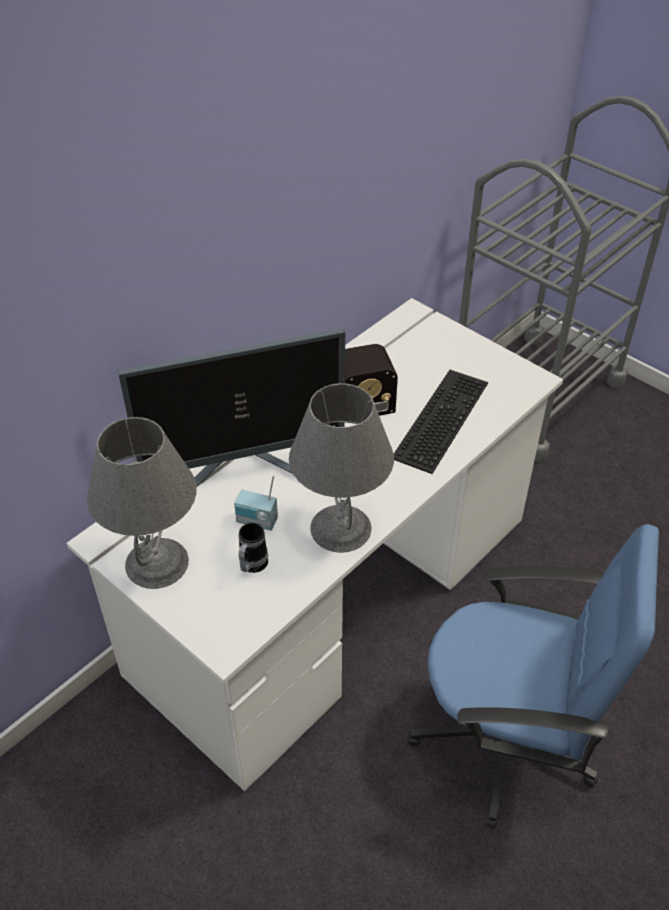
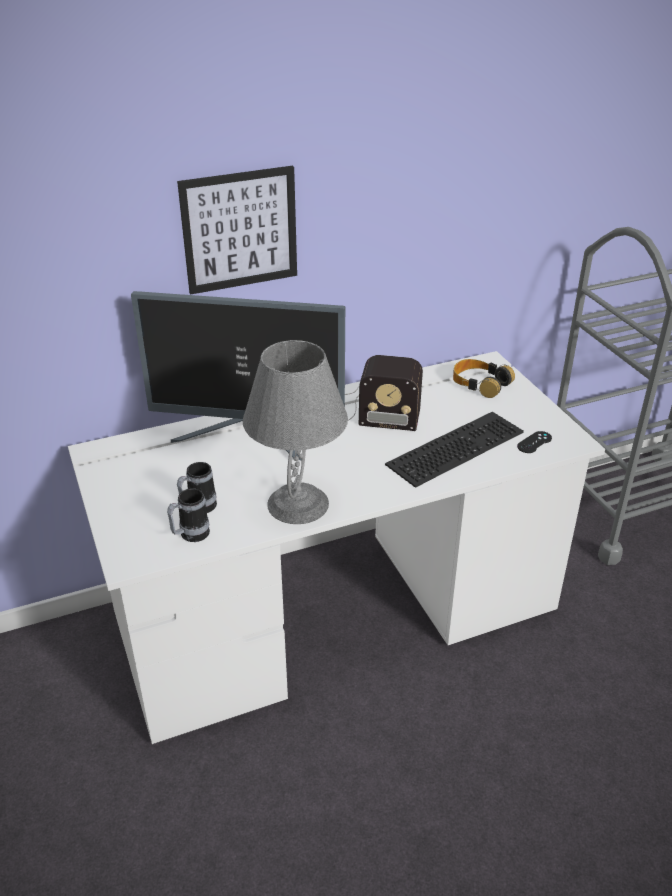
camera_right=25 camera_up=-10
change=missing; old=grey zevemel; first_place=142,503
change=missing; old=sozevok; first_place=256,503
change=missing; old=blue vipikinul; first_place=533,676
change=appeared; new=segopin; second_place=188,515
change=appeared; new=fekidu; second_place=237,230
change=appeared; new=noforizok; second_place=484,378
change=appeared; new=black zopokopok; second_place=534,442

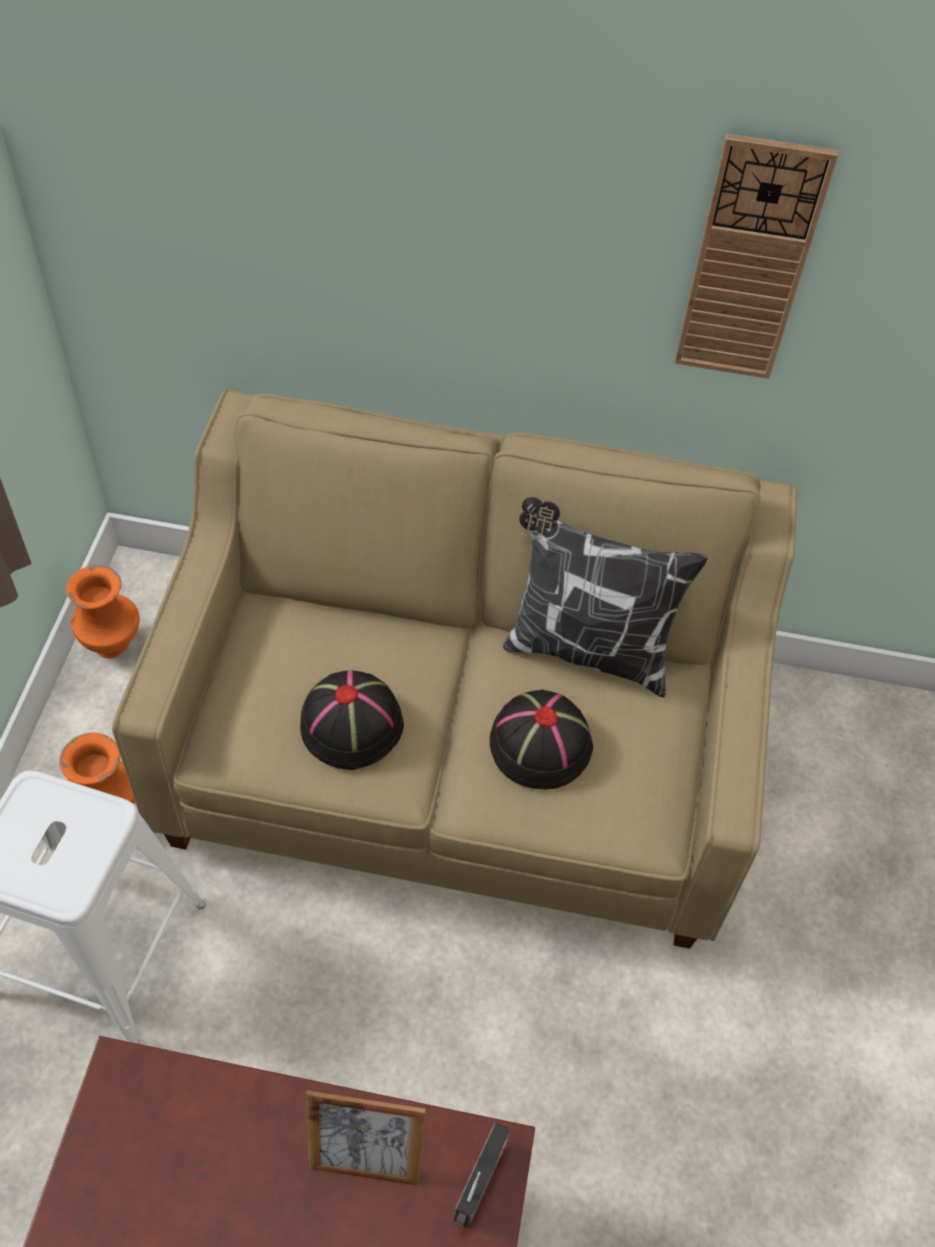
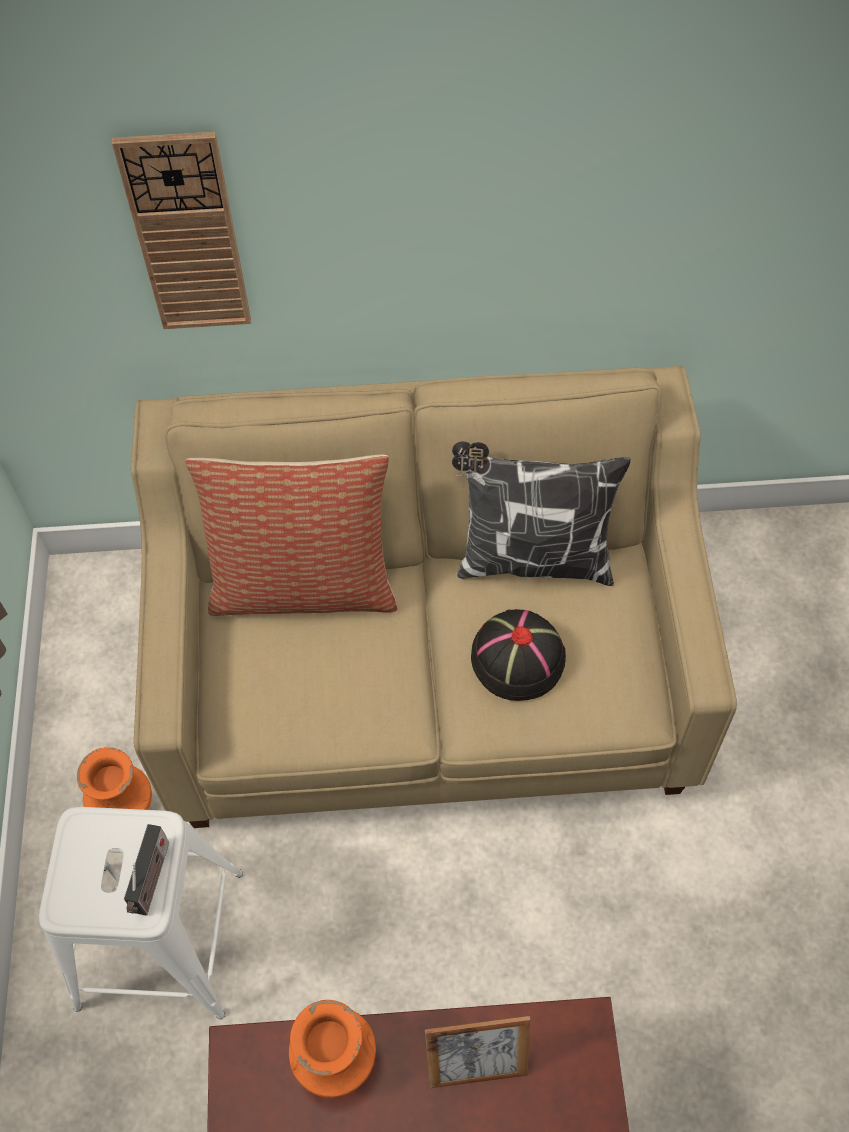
camera_right=-10 camera_up=5
change=relocated; old=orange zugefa; first_place=102,611; second_place=332,1049
change=missing; old=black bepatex; first_place=352,720
change=relocated; old=sozevok; first_place=482,1175; second_place=146,869
change=relocated; old=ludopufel; first_place=757,256; second_place=181,230
change=appeared; new=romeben; second_place=291,535

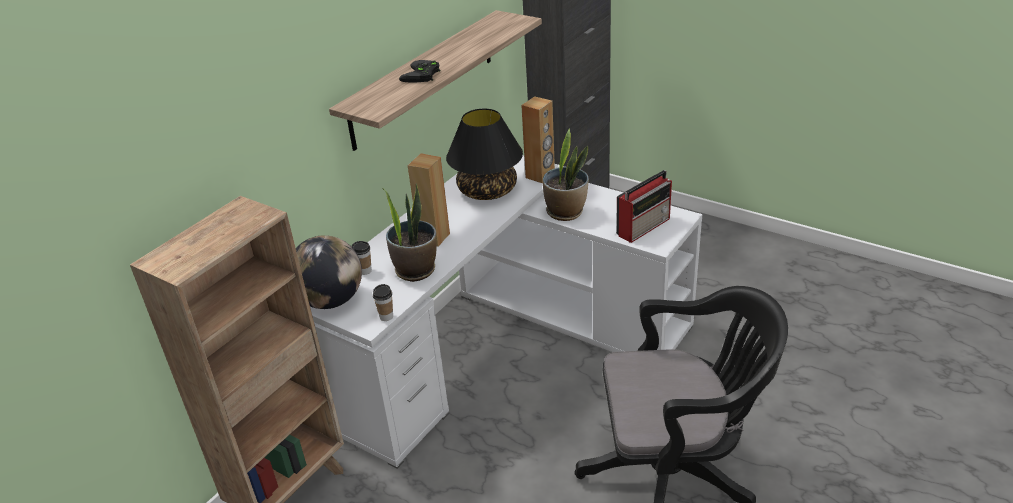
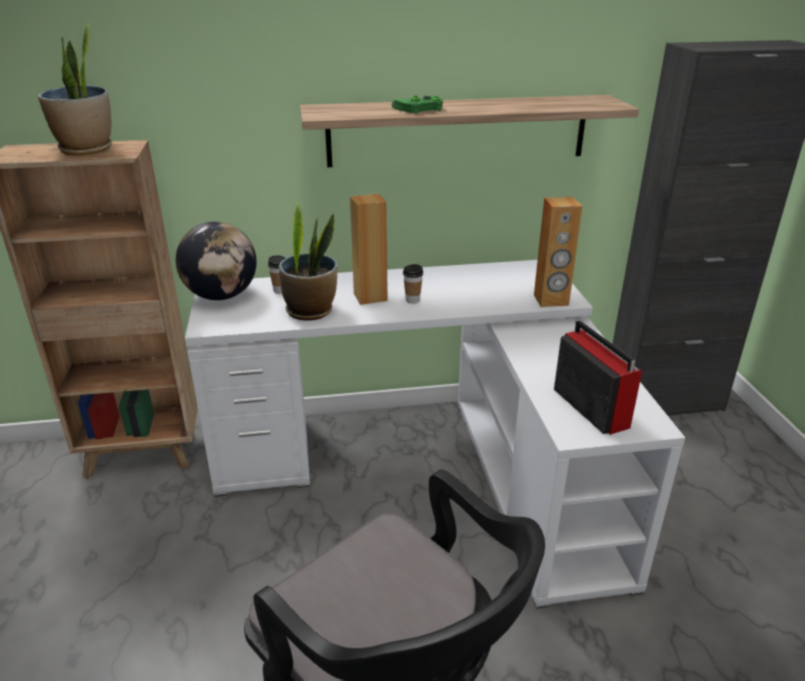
camera_right=45 camera_up=-5
change=relocated; old=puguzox; first_place=383,302; second_place=413,284
change=colour; old=black zopokopok; new=green zopokopok; first_place=419,71; second_place=417,104
change=missing; old=black zevemel; first_place=484,154
change=relocated; old=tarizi; first_place=566,175; second_place=75,89
change=spun; old=sozevok; first_place=644,206; second_place=598,377; degrees=-120

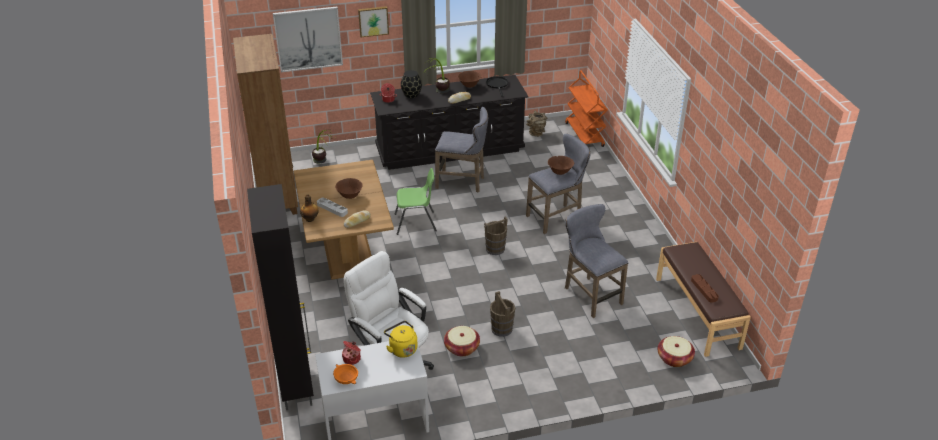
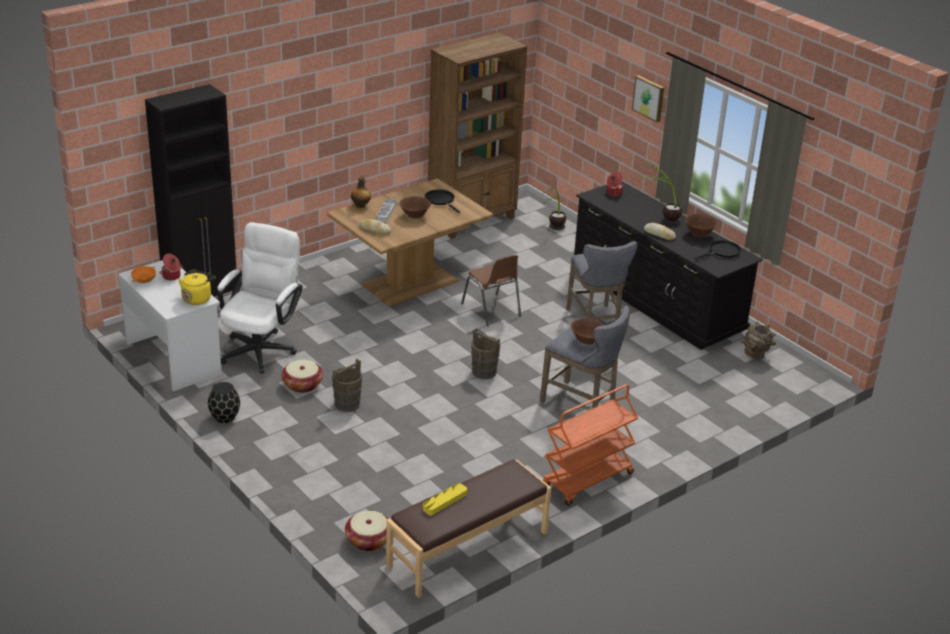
camera_right=65 camera_up=-5
change=missing; old=fekidu; first_place=308,39
change=colour; old=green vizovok; new=brown vizovok; first_place=416,201; second_place=491,290
change=relocated; old=black zugefa; first_place=411,84; second_place=224,402
change=relocated; old=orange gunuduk; first_place=586,109; second_place=590,444
change=missing; old=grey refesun; first_place=596,261
change=colour; old=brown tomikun; new=yellow tomikun; first_place=705,288; second_place=445,499
change=appeared; new=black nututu; second_place=442,201

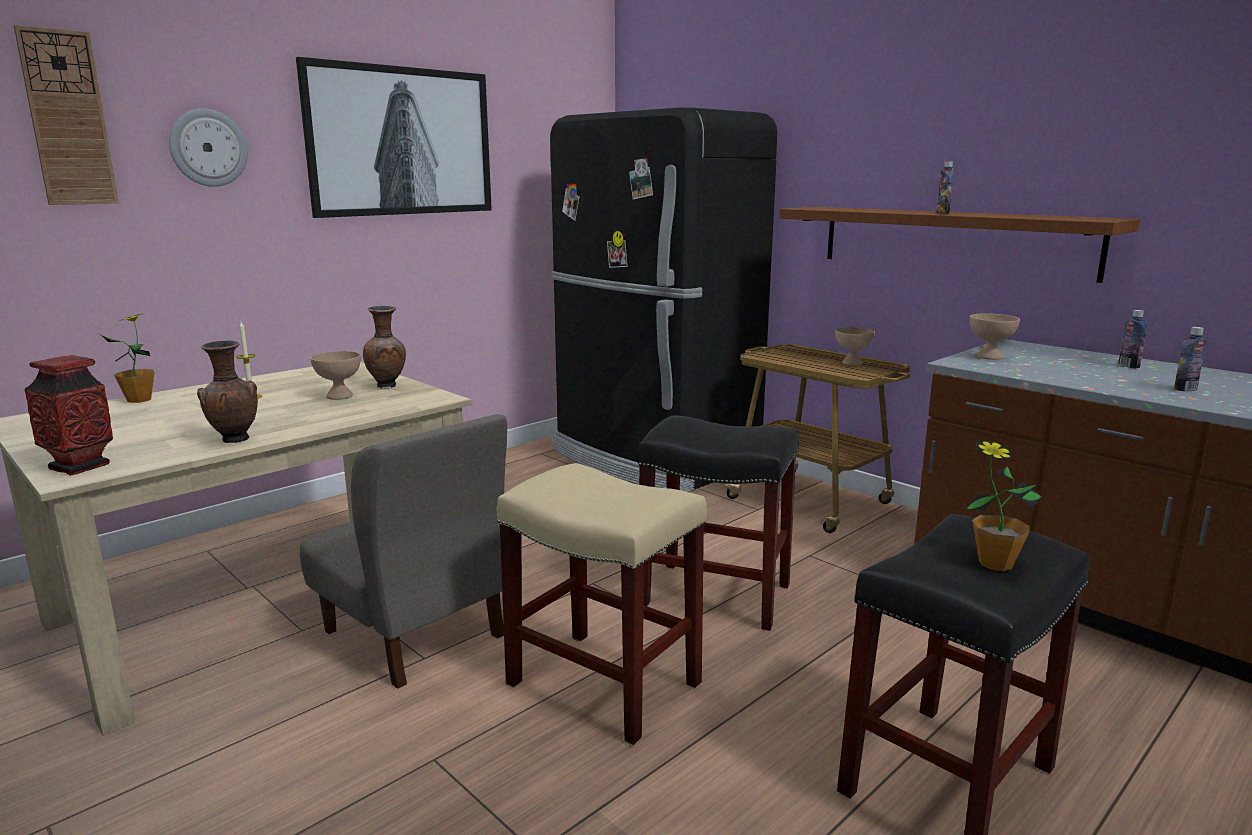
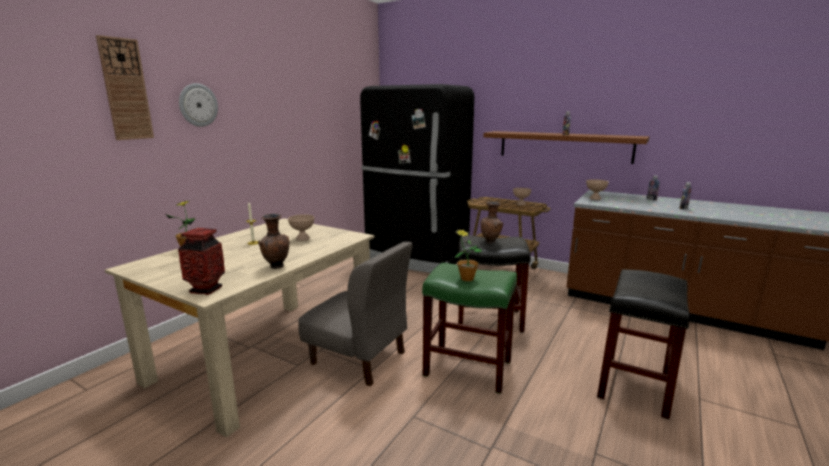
camera_right=-15 camera_up=0
change=missing; old=fekidu; first_place=394,137
change=relocated; old=brown zugefa; first_place=384,347; second_place=491,223
change=colour; old=beige refesun; new=green refesun; first_place=602,604; second_place=469,328
change=relocated; old=tarizi; first_place=1004,506; second_place=468,255

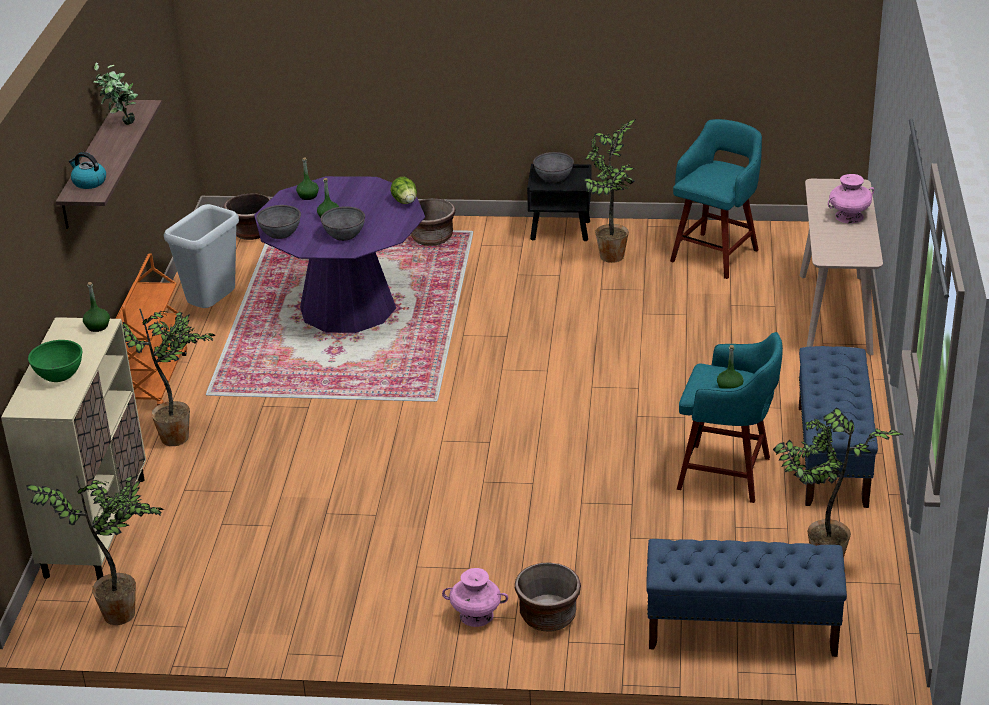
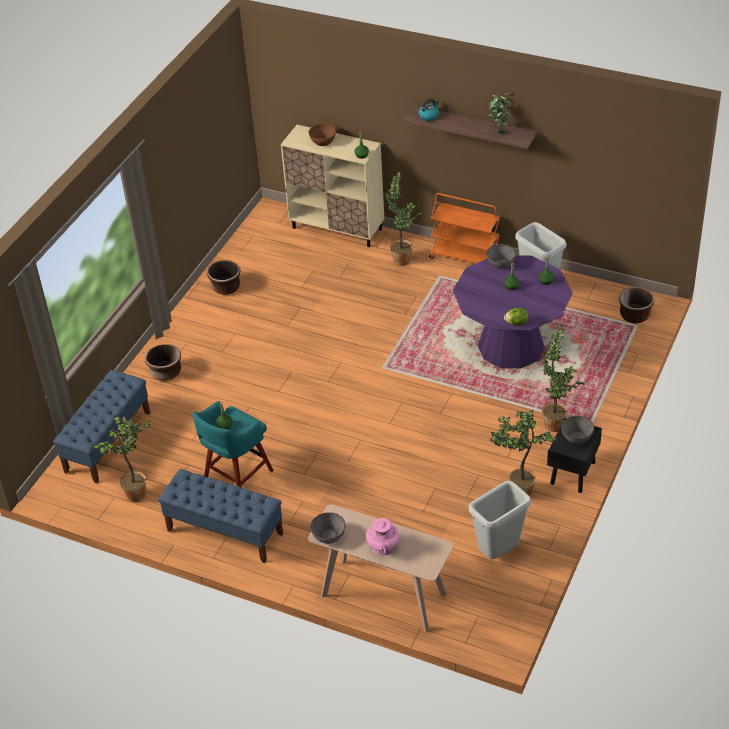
camera_right=110 camera_up=10
change=relocated; old=tarizi; first_place=95,550; second_place=563,380
change=colour; old=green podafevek; new=brown podafevek; first_place=55,361; second_place=322,135
change=relocated; old=grey podafevek; first_place=343,223; second_place=328,528
change=relocated; old=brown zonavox; first_place=433,222; second_place=224,277
change=missing; old=pink zugefa; first_place=475,597
change=exchanged; old=turquoise refesun; new=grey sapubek; first_place=716,199; second_place=500,520

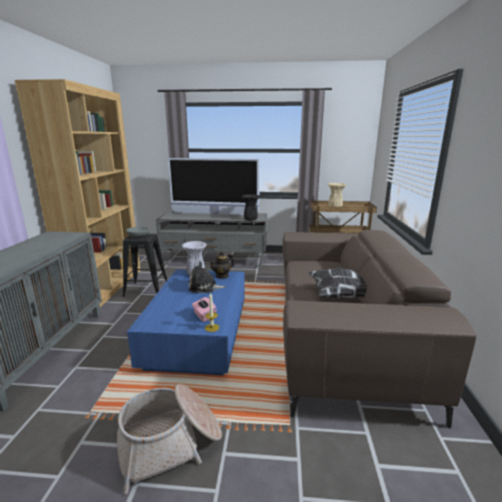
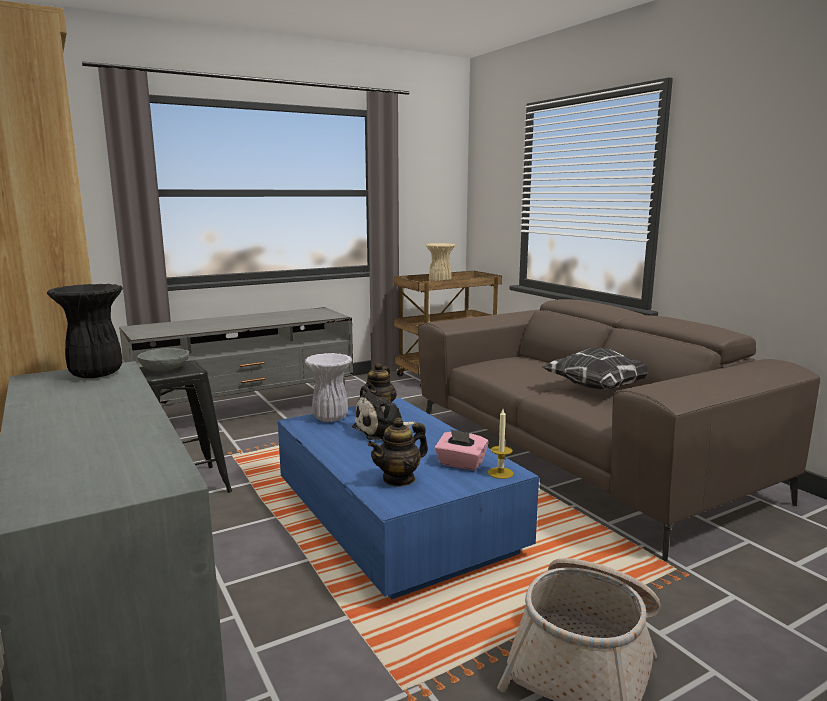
camera_right=-35 camera_up=-5
change=missing; old=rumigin; first_place=213,186
change=relocated; old=black zugefa; first_place=251,207; second_place=85,331
change=appeared; new=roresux; second_place=398,452

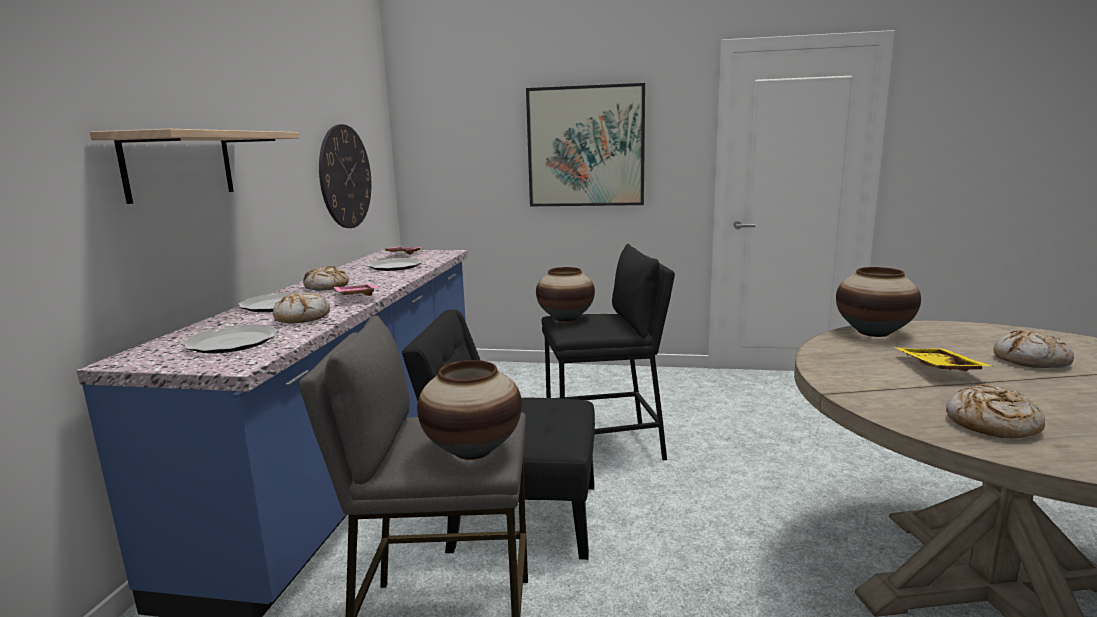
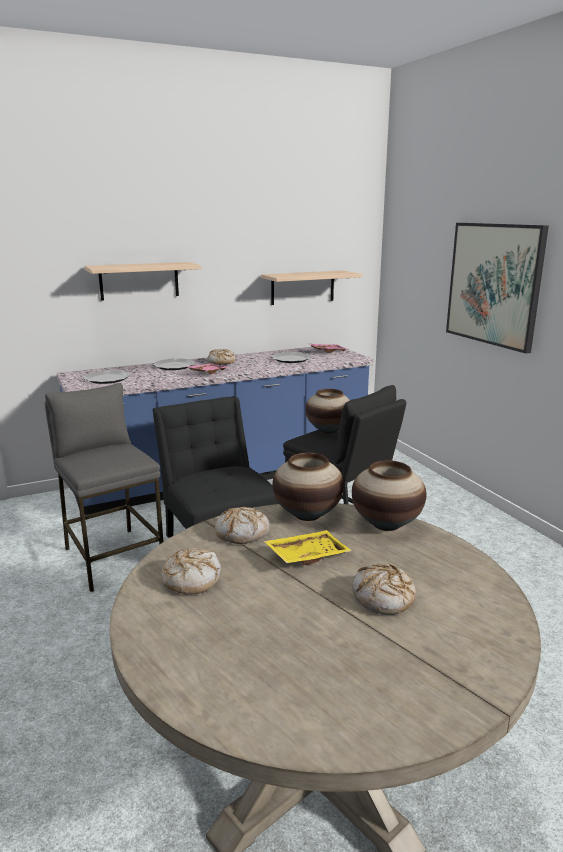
camera_right=55 camera_up=5
change=relocated; old=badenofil; first_place=301,308; second_place=242,525
change=exchanged; old=ludopufel; new=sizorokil; first_place=345,176; second_place=311,287
change=relocated; old=zugefa; first_place=469,410; second_place=308,487

